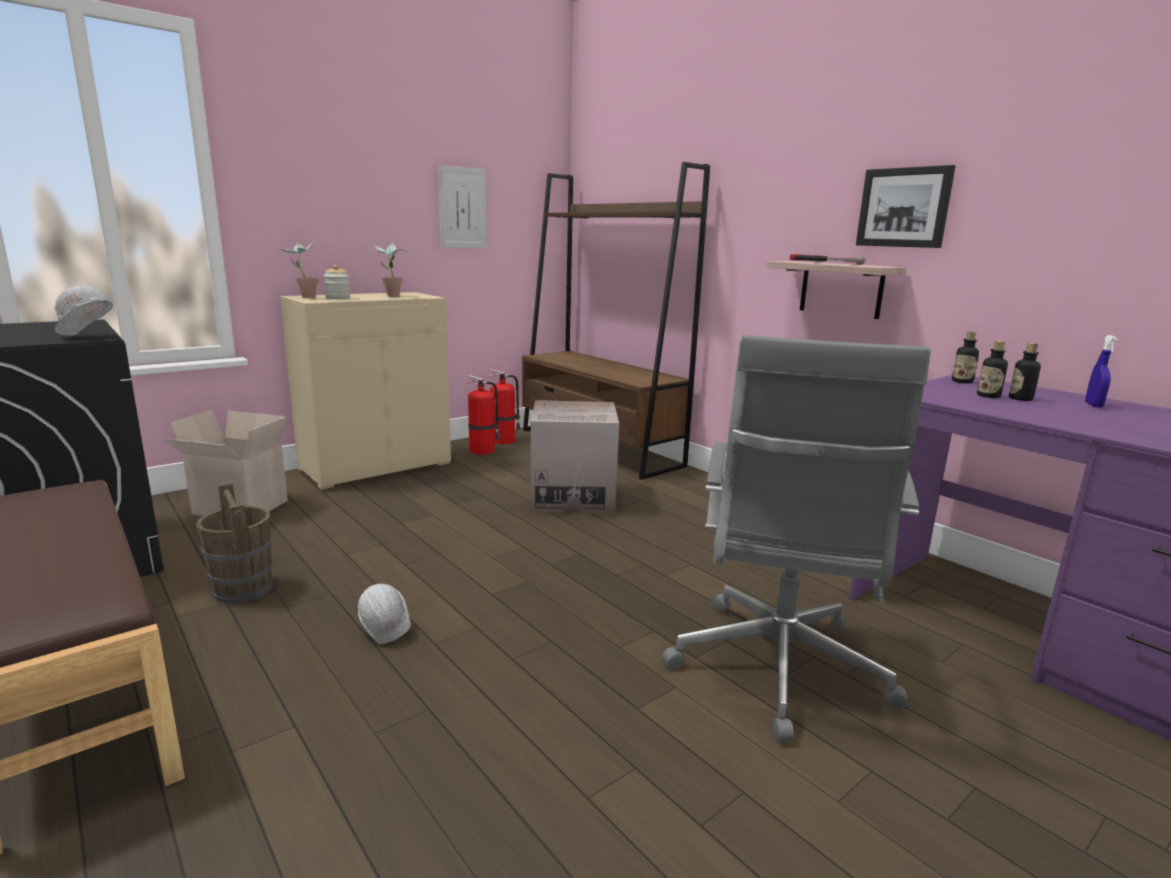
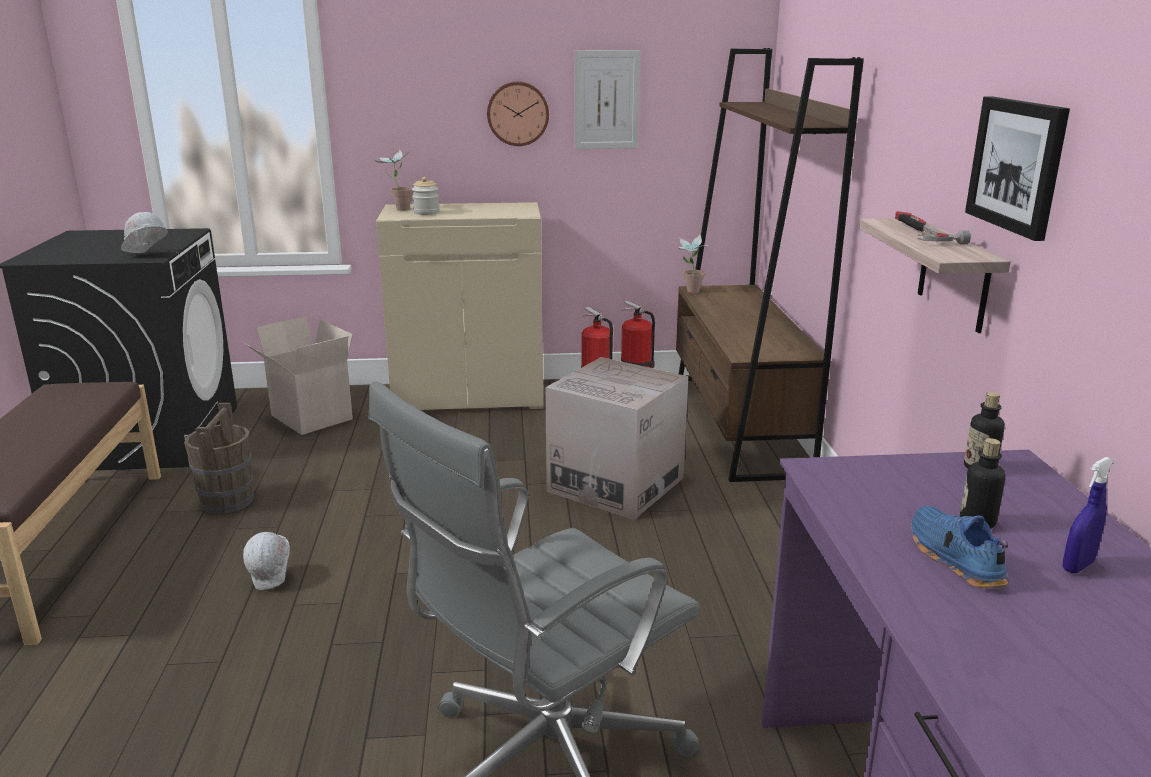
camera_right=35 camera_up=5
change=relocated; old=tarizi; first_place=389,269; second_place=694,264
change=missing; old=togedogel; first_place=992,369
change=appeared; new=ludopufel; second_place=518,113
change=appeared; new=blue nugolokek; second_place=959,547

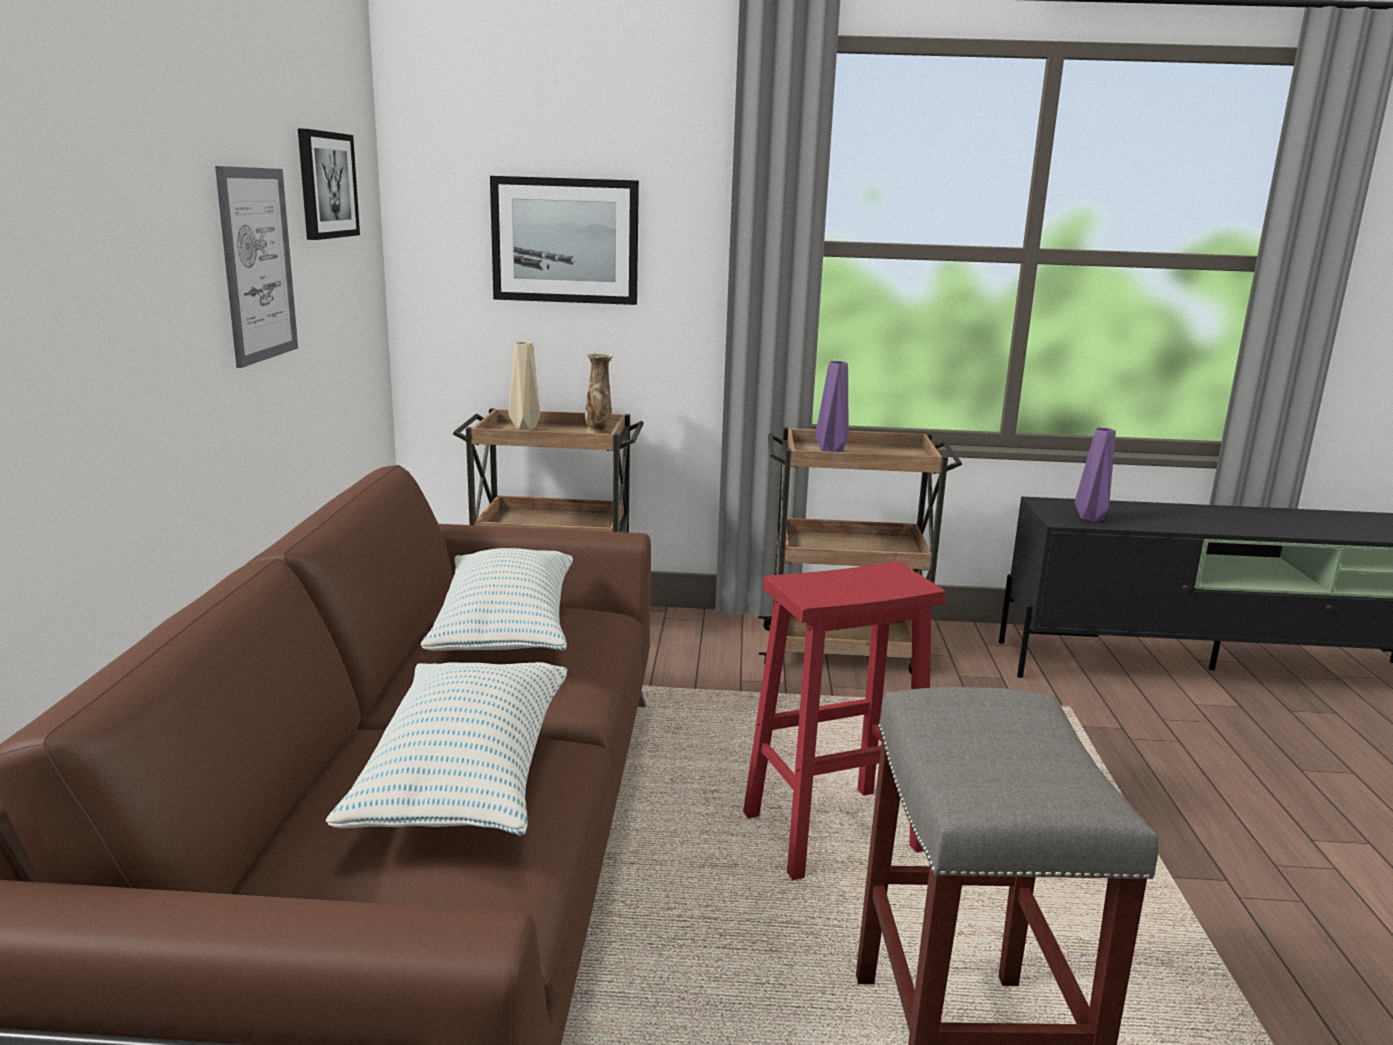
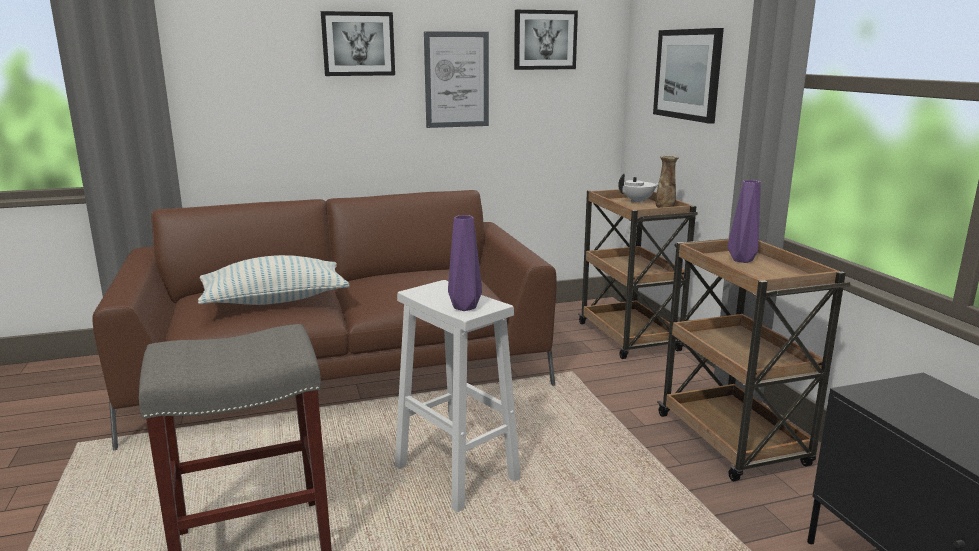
camera_right=70 camera_up=0
change=missing; old=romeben; first_place=497,599
change=exchanged; old=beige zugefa; new=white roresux; first_place=524,386; second_place=638,188
change=colour; old=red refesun; new=white refesun; first_place=844,721; second_place=458,396
change=relocated; old=purple zugefa; first_place=1095,475; second_place=465,263
change=appeared; new=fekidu; second_place=358,43

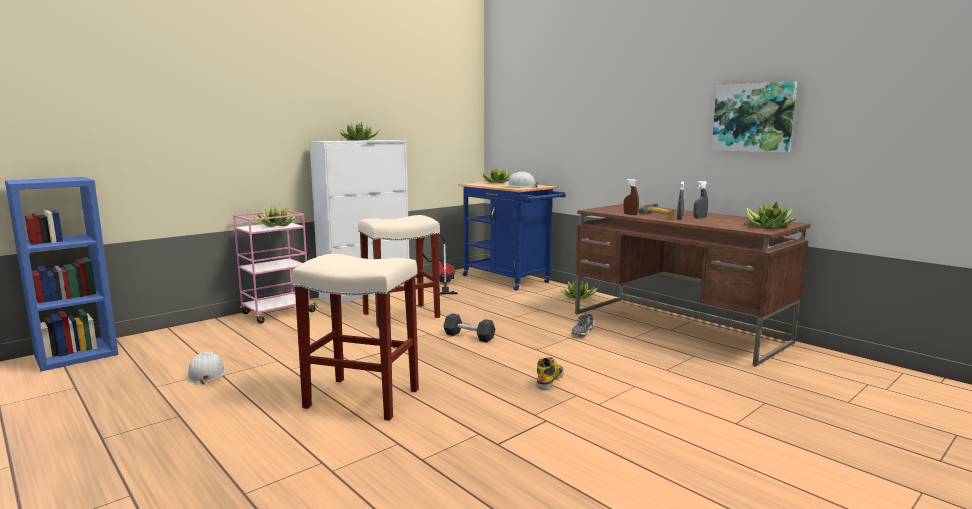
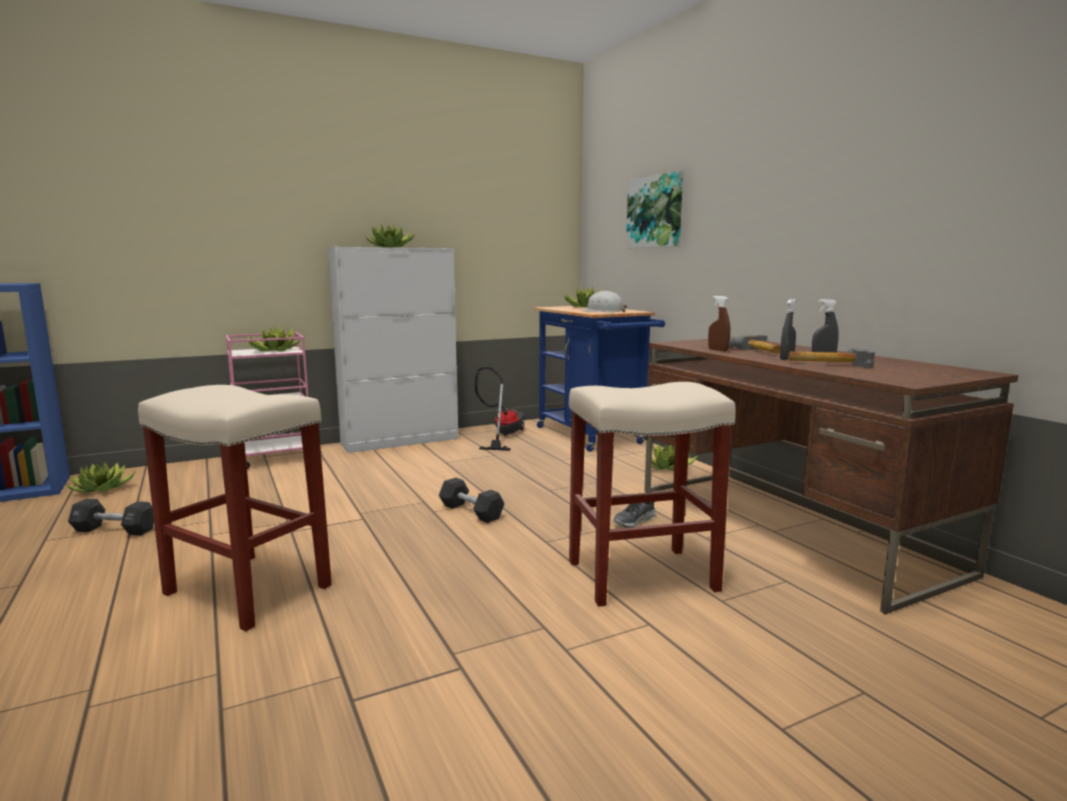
camera_right=15 camera_up=0
change=exchanged; old=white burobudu; new=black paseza; first_place=206,368; second_place=111,517
change=relocated; old=beige refesun; first_place=399,271; second_place=652,494
change=missing; old=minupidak; first_place=550,373
change=relocated; old=fekidu; first_place=754,116; second_place=654,209
change=relocated; old=tarizi; first_place=771,214; second_place=101,477
change=appeared; new=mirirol; second_place=831,358

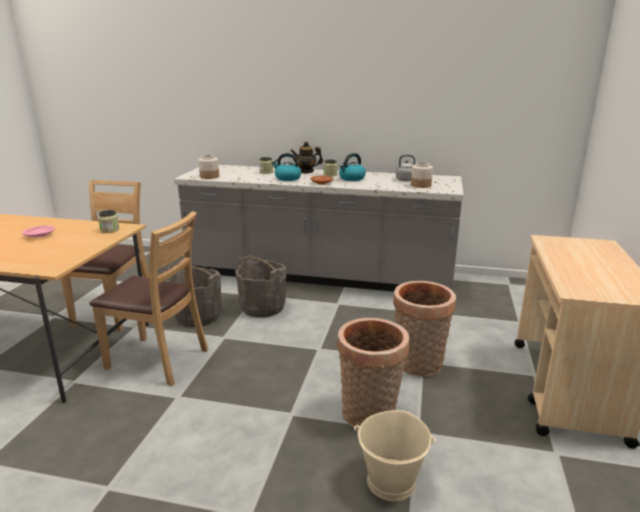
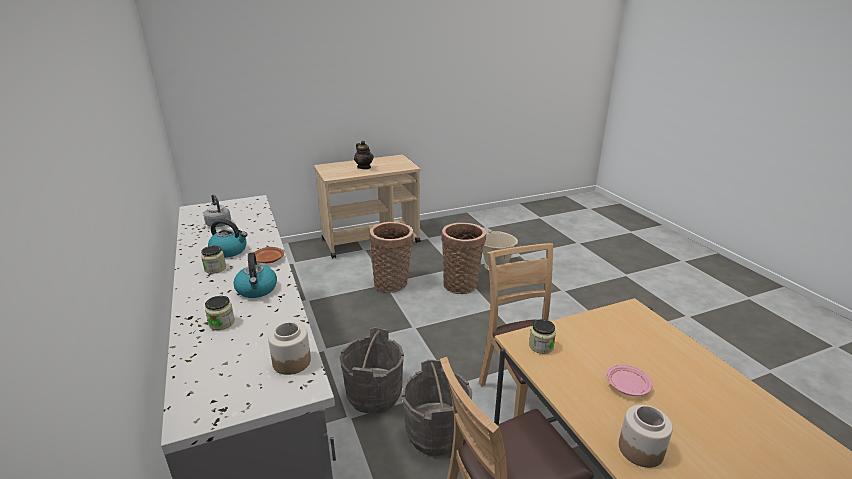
camera_right=-125 camera_up=5
change=relocated; old=roresux; first_place=307,157; second_place=364,155
change=relocated; old=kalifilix; first_place=422,175; second_place=646,436

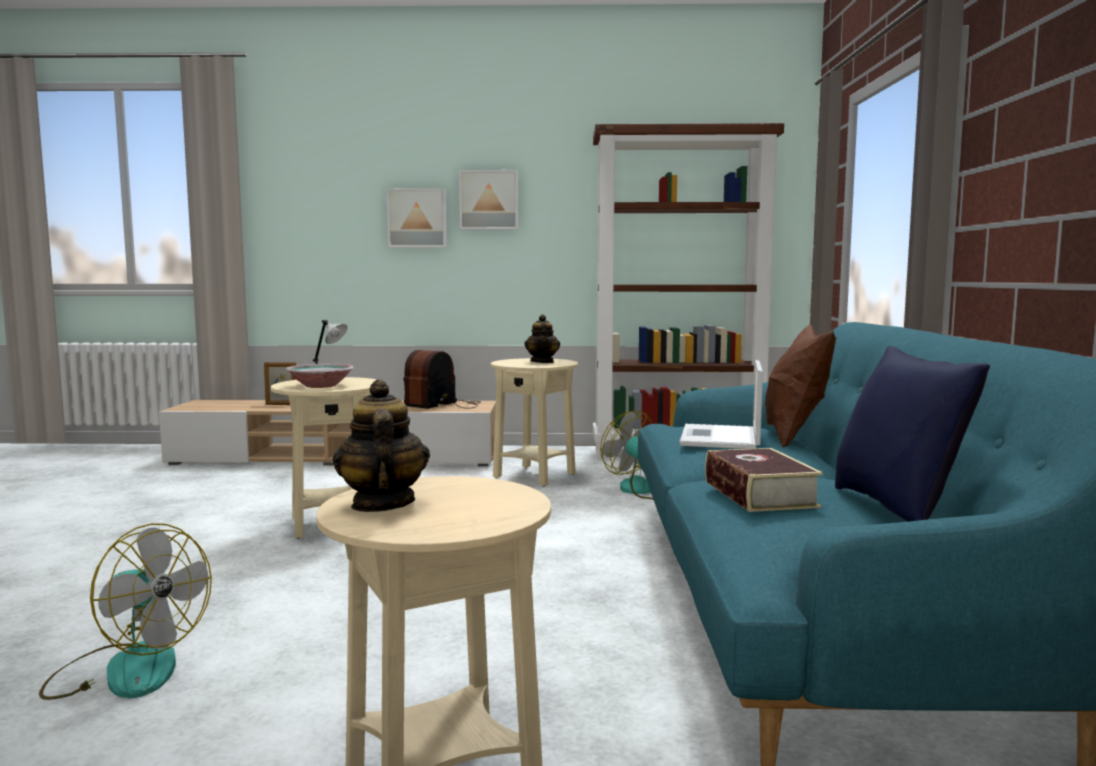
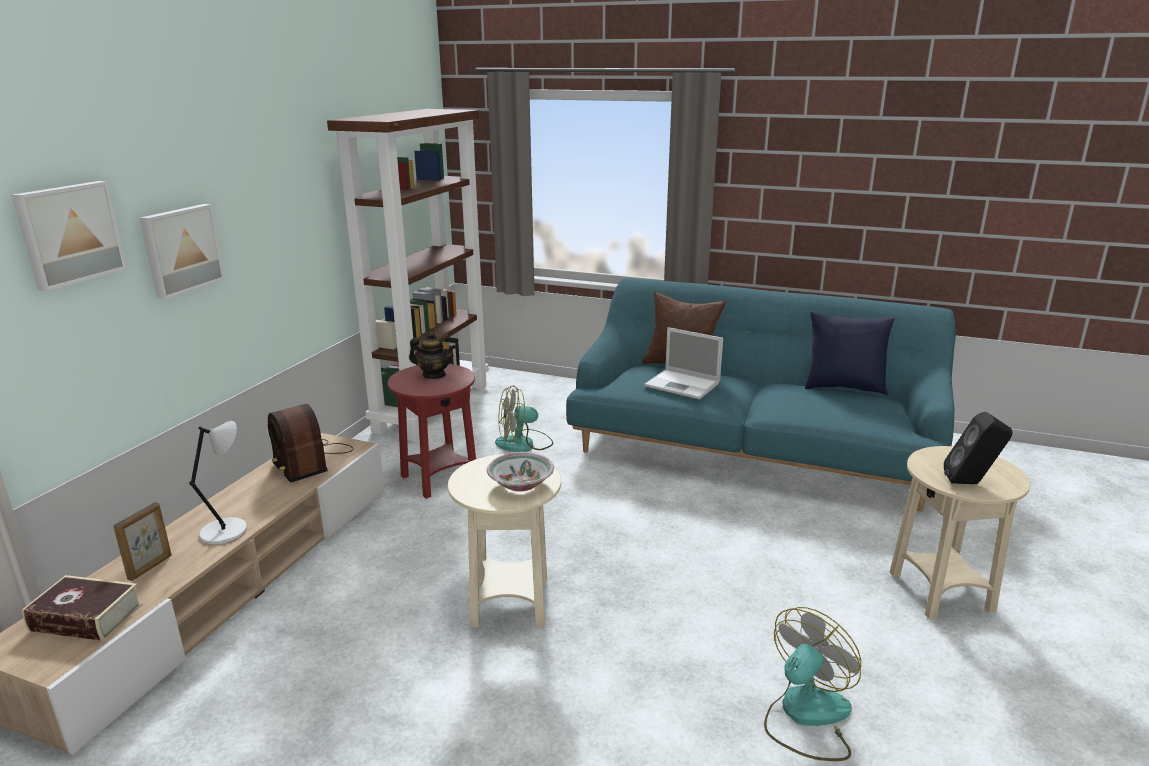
camera_right=-70 camera_up=15
change=exchanged; old=roresux; new=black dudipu; first_place=381,445; second_place=978,448
change=relocated; old=fekidu; first_place=488,200; second_place=69,236
change=colour; old=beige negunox; new=red negunox; first_place=534,422; second_place=431,431
change=relocated; old=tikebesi; first_place=764,480; second_place=82,608

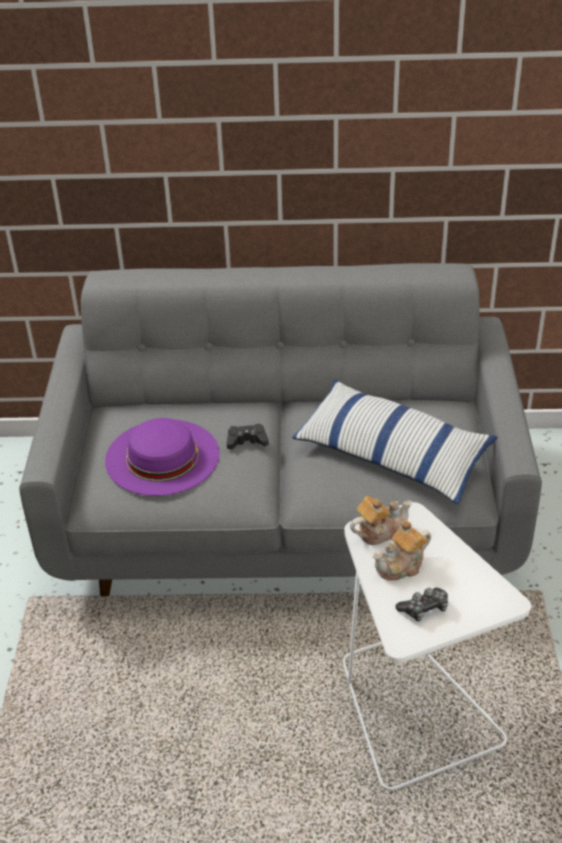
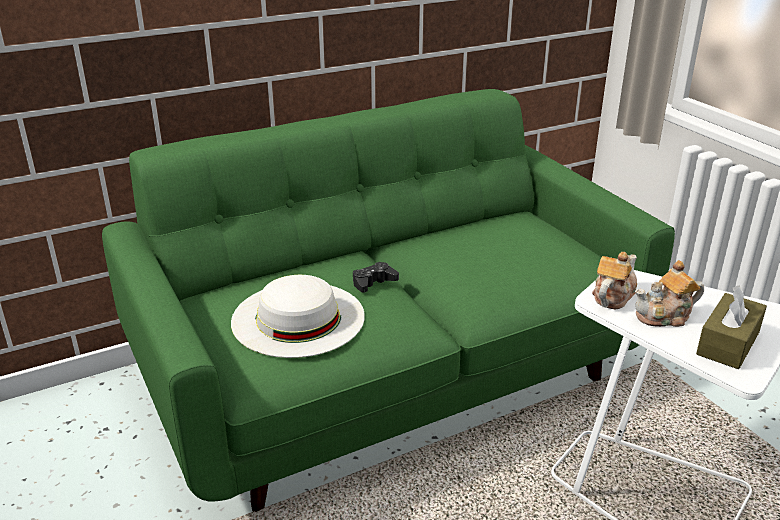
camera_right=-30 camera_up=-10
change=colour; old=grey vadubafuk; new=green vadubafuk; first_place=280,430; second_place=388,300
change=colour; old=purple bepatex; new=white bepatex; first_place=162,457; second_place=298,316
change=missing; old=romeben; first_place=394,441
change=spun; old=roresux; first_place=402,550; second_place=669,293; degrees=45
change=exchanged; old=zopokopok; new=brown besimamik; first_place=422,605; second_place=731,327

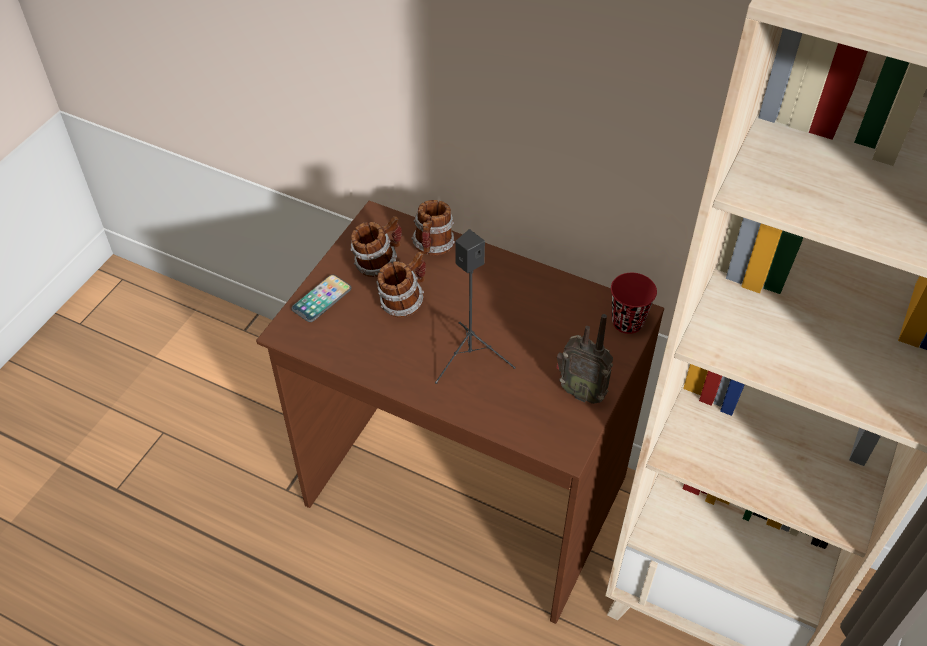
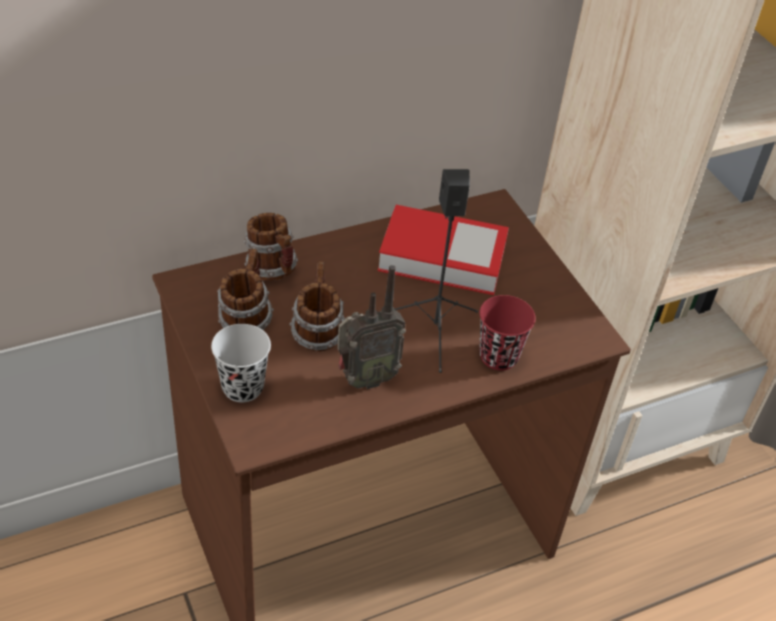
camera_right=-55 camera_up=-5
change=exchanged; old=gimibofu; new=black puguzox; first_place=321,298; second_place=241,363
change=relocated; old=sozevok; first_place=584,359; second_place=371,327
change=relocated; old=red puguzox; first_place=634,303; second_place=507,333
change=appeared; new=tikebesi; second_place=443,250

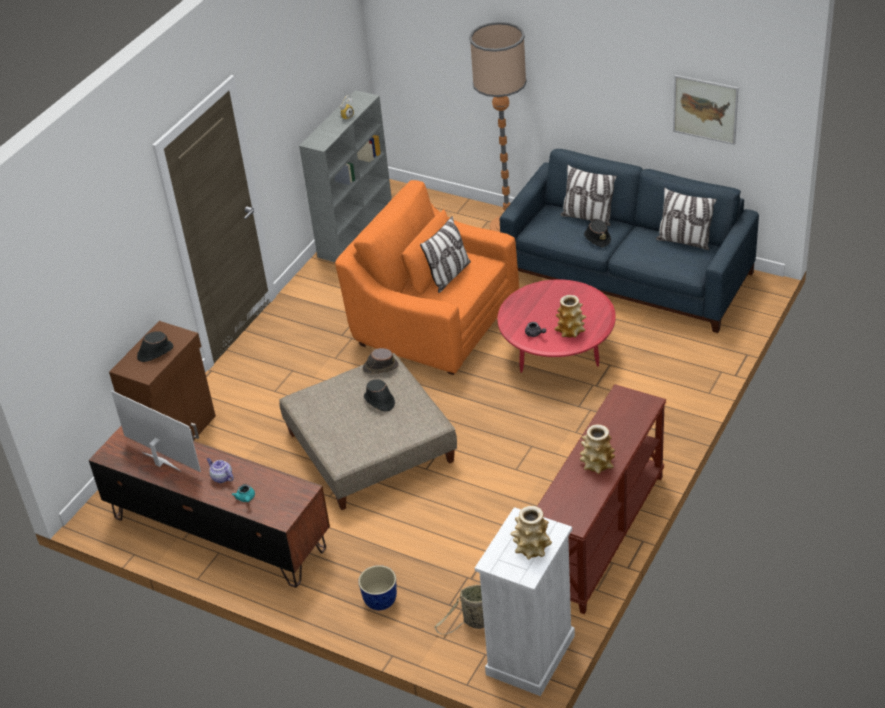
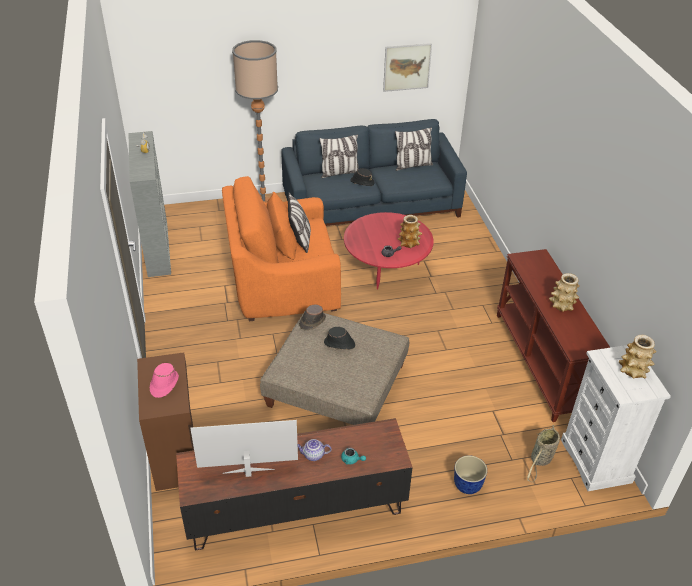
camera_right=-45 camera_up=0
change=colour; old=black bepatex; new=pink bepatex; first_place=155,346; second_place=164,380

